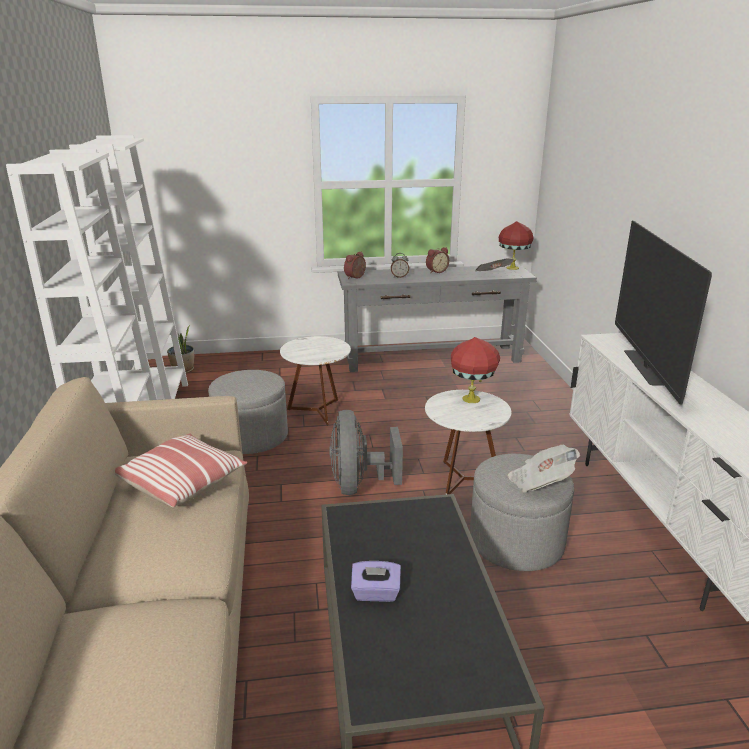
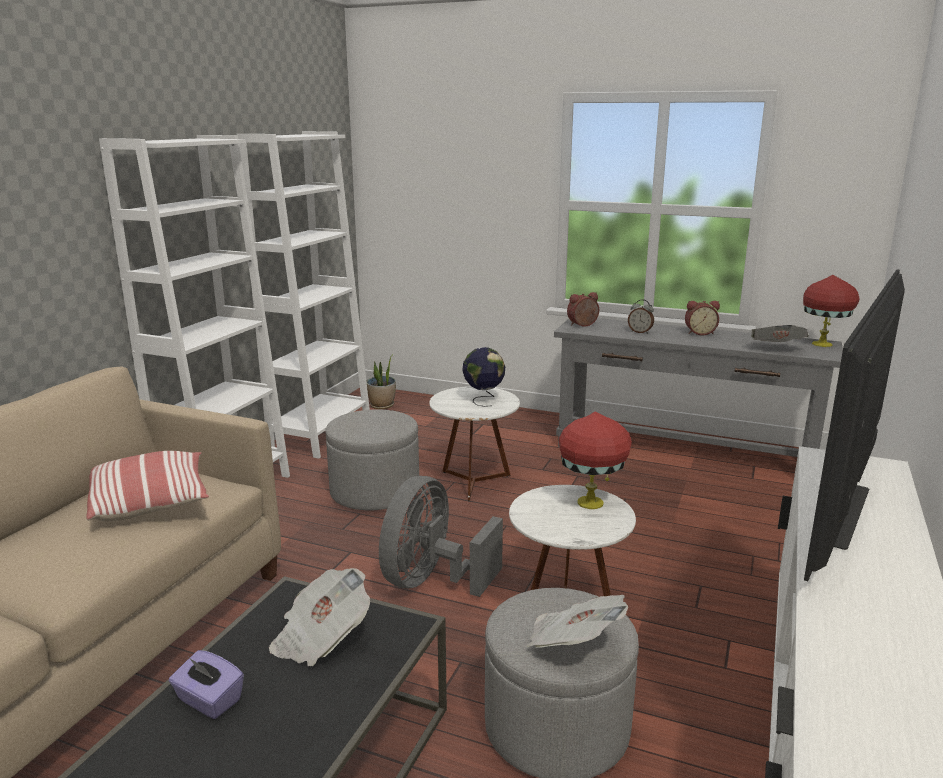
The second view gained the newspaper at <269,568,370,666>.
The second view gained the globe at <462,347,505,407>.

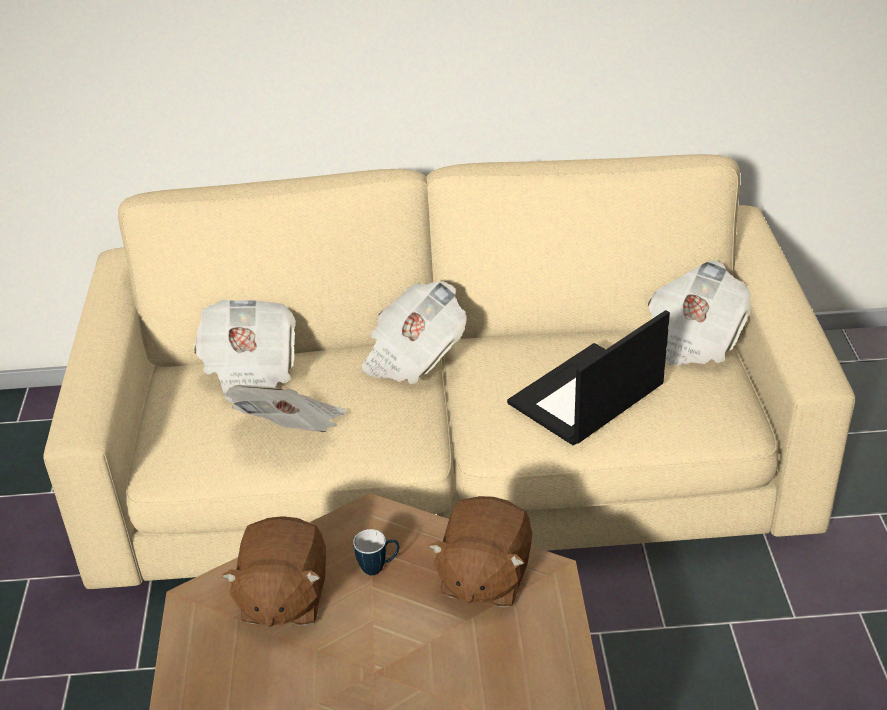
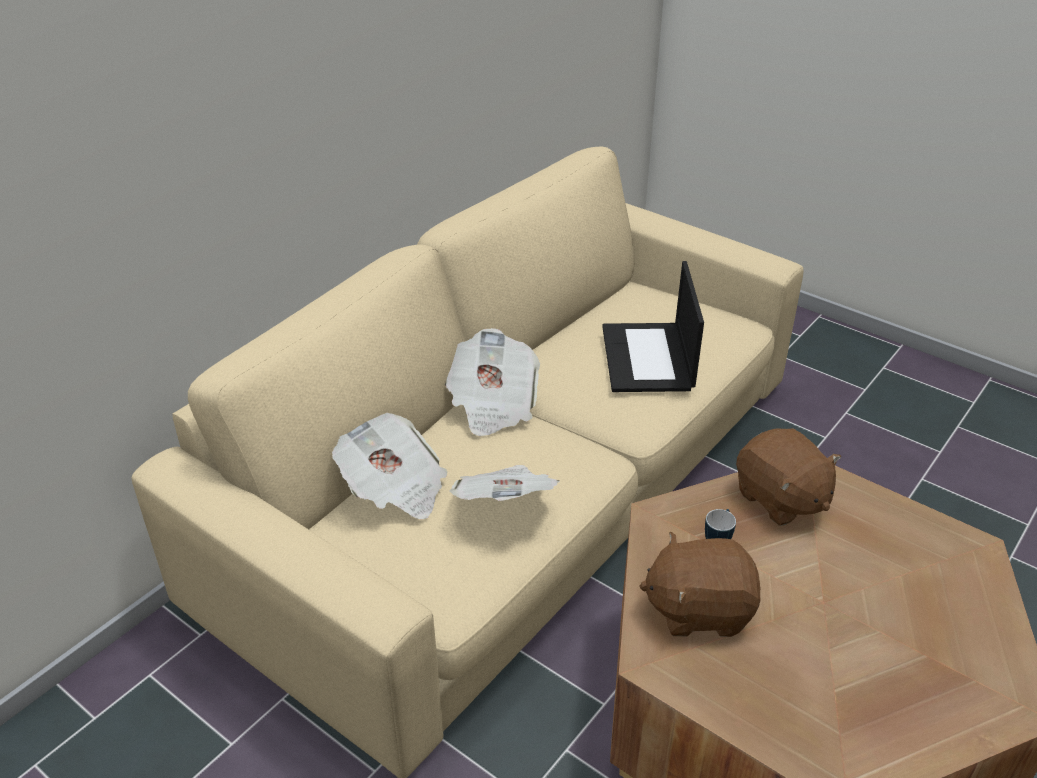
The second view lost the newspaper at <648,260,751,365>.
The plush toy in brown at <221,516,326,627> ended up facing another way, 135 degrees clockwise from before.

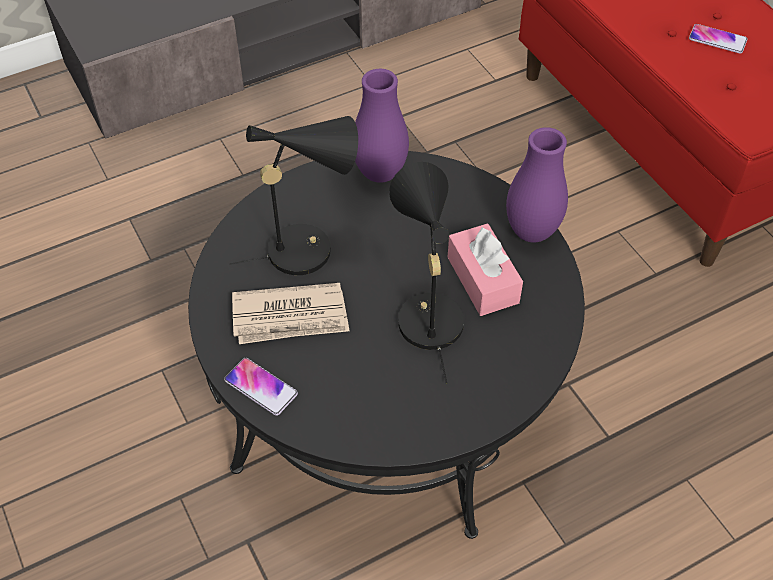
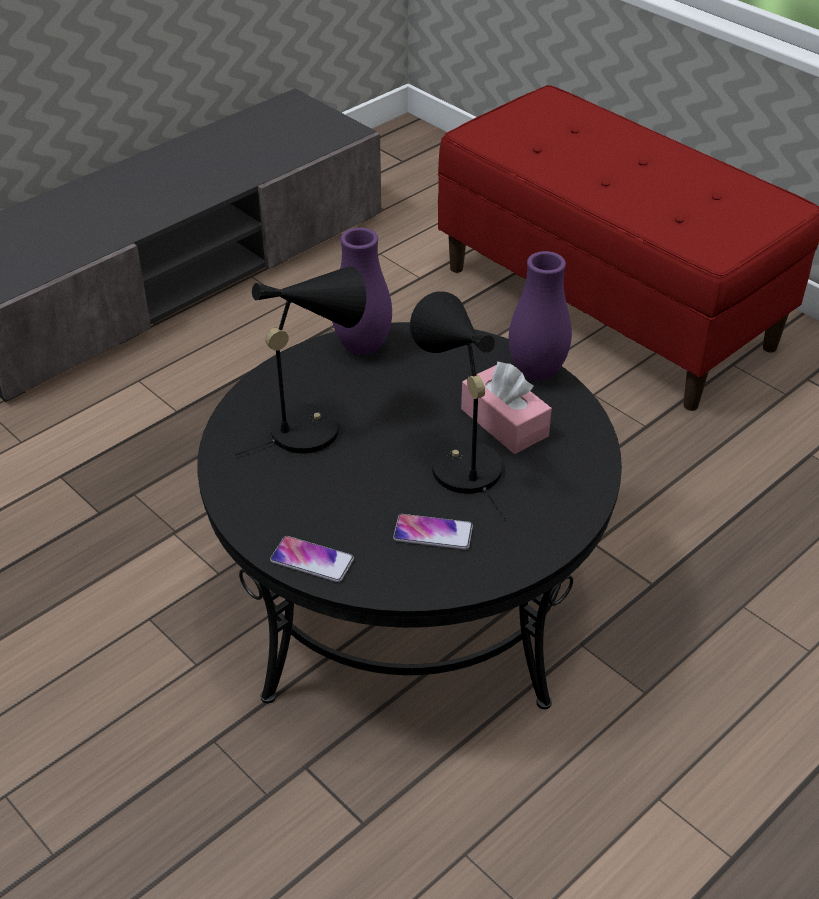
The second view lost the newspaper at <232,283,349,344>.
The phone ended up elsewhere, having gone from <689,24,748,54> to <393,514,473,550>.

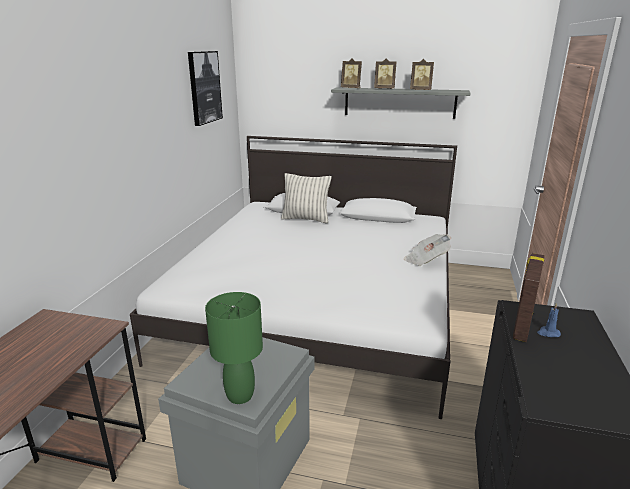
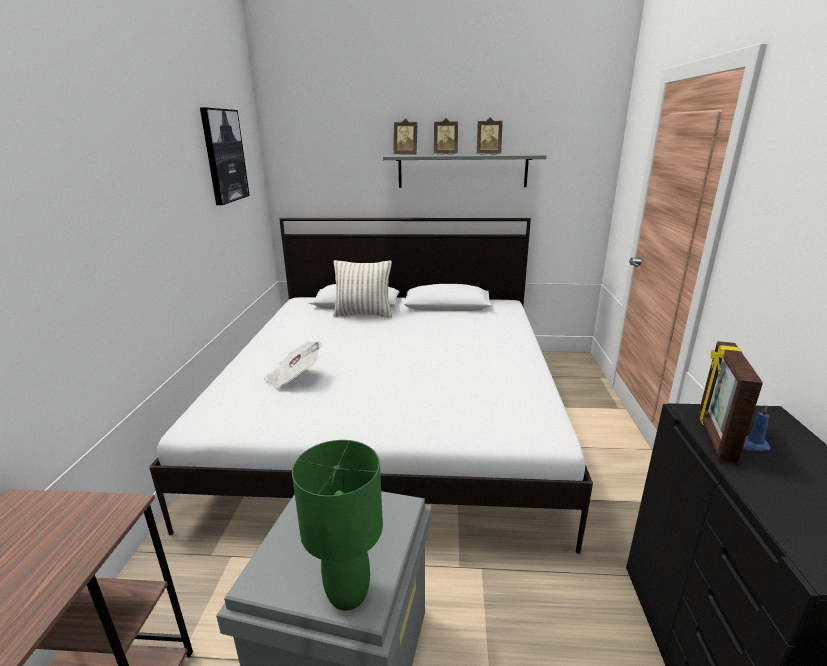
The newspaper ended up elsewhere, having gone from <404,234,451,266> to <264,341,322,388>.

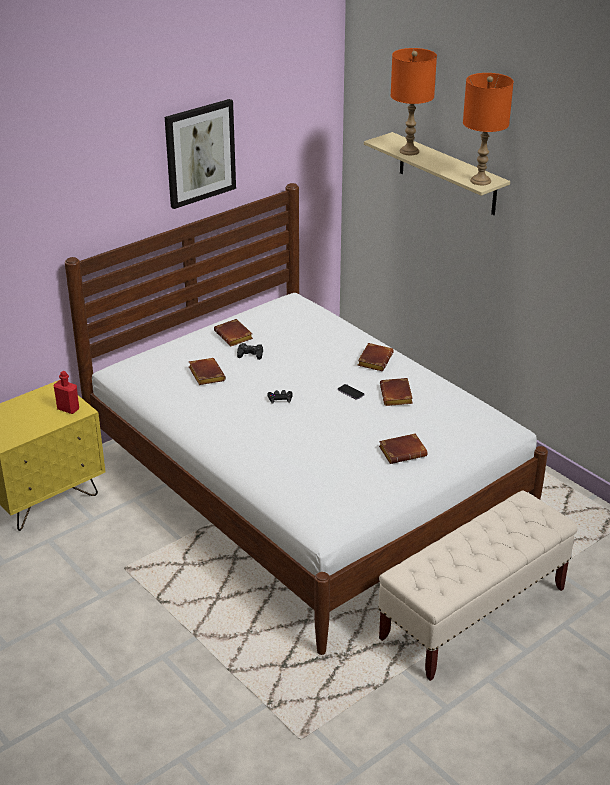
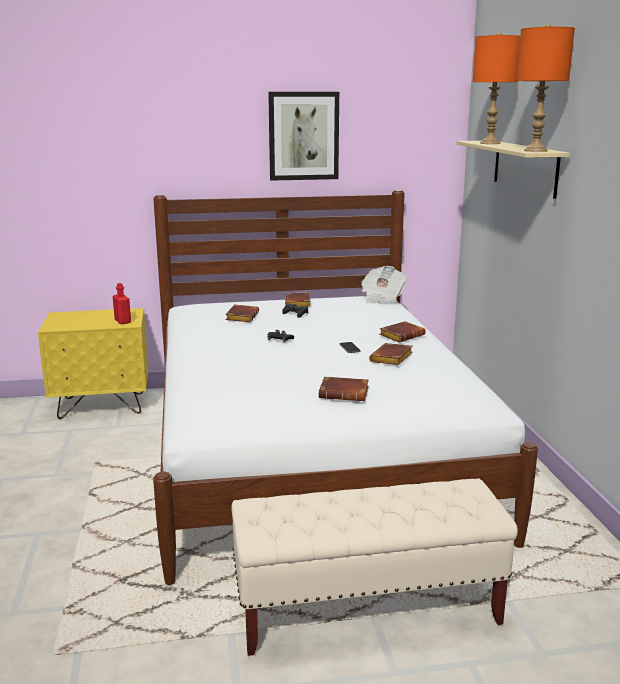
The second view gained the newspaper at <361,266,408,304>.

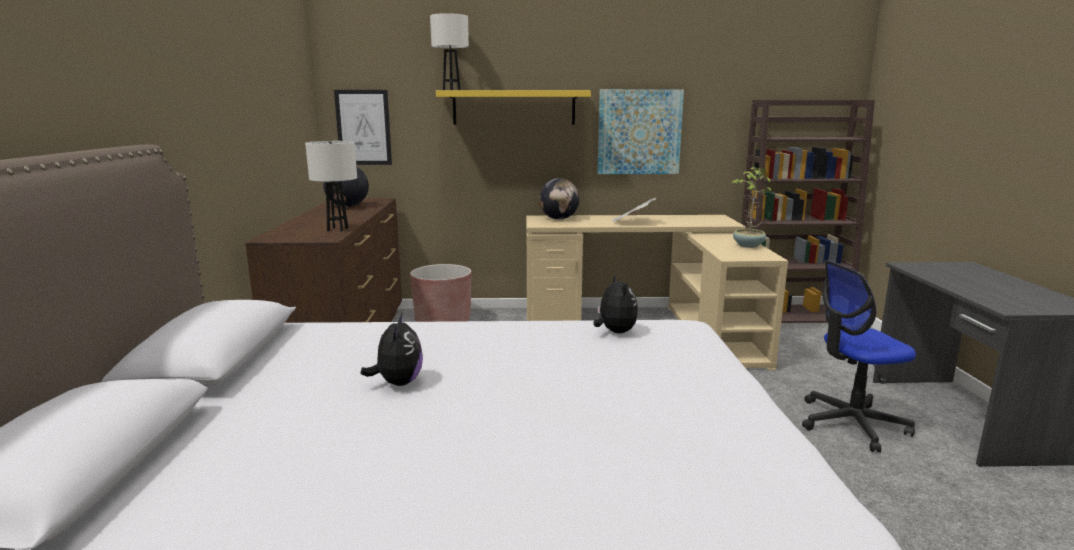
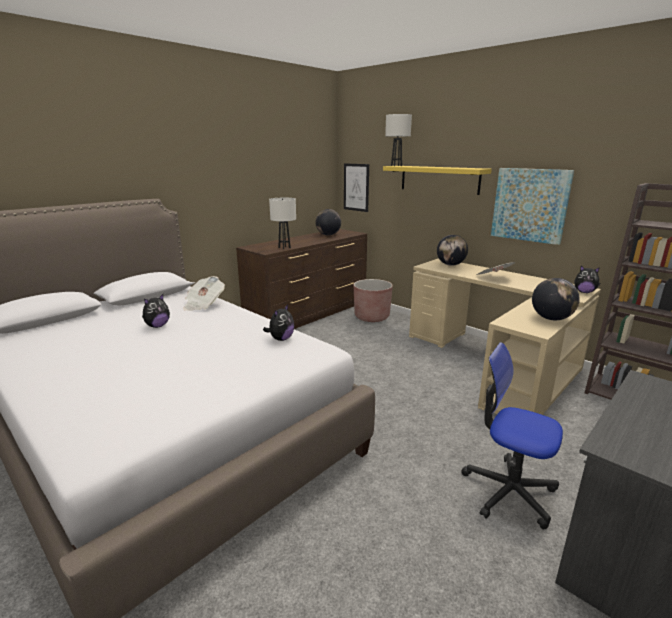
The second view gained the newspaper at <183,276,225,311>.
The second view gained the plush toy at <574,266,600,293>.
Where the potted plant stood at <731,167,771,248>, the globe came to stand at <532,278,580,320>.

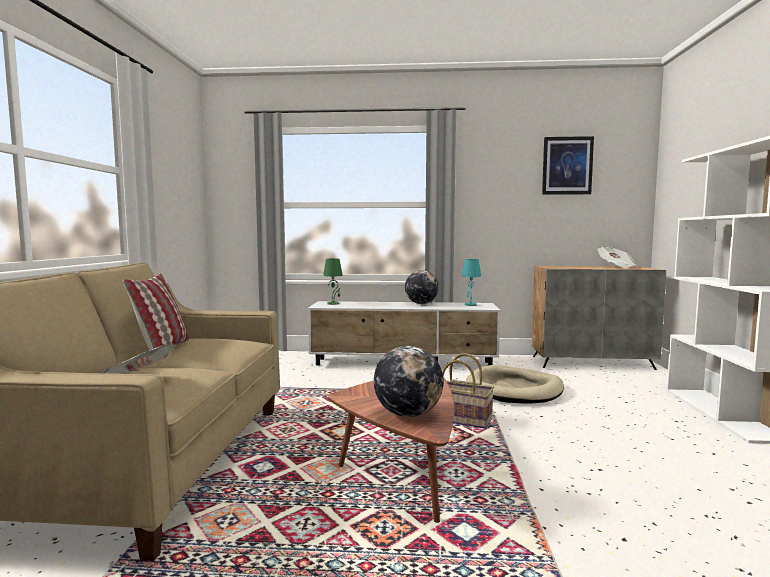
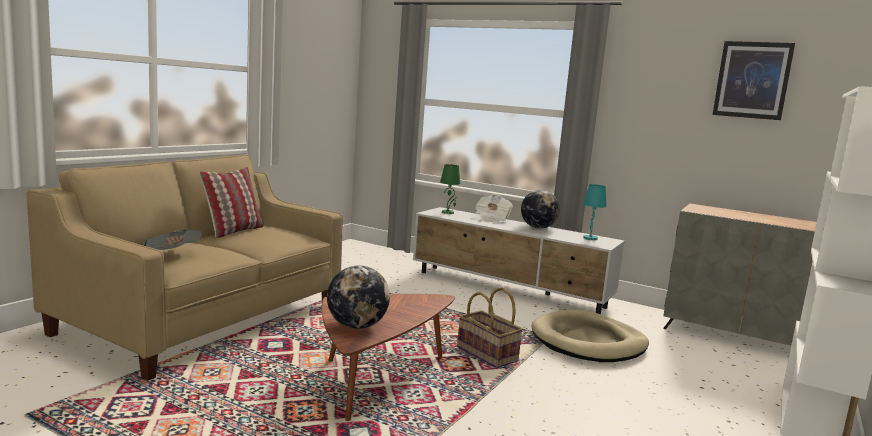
The newspaper ended up elsewhere, having gone from <597,246,636,268> to <475,194,513,223>.

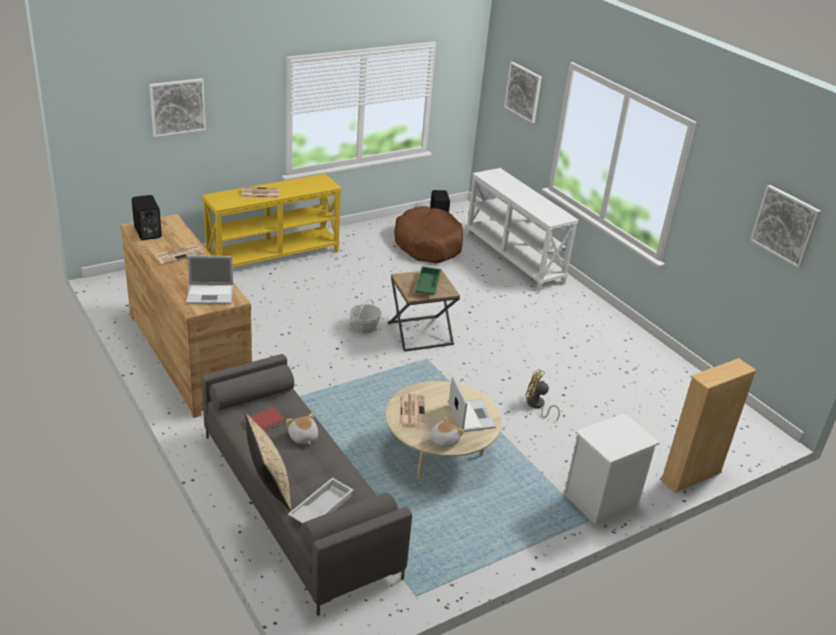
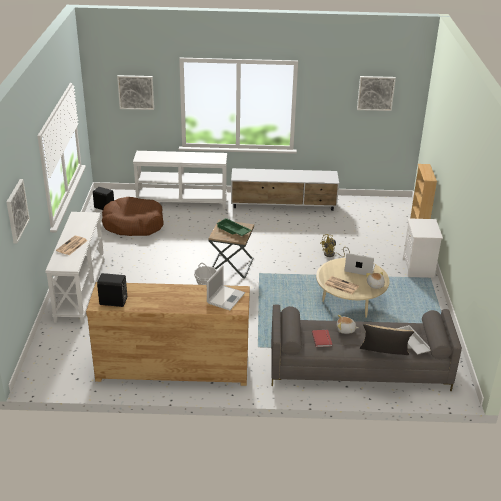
The second view lost the newspaper at <154,244,204,265>.
The second view gained the tv stand in white at <231,168,339,211>.
What was the console table in yellow at <202,174,342,267> turned into the console table in white at <45,212,104,324>.

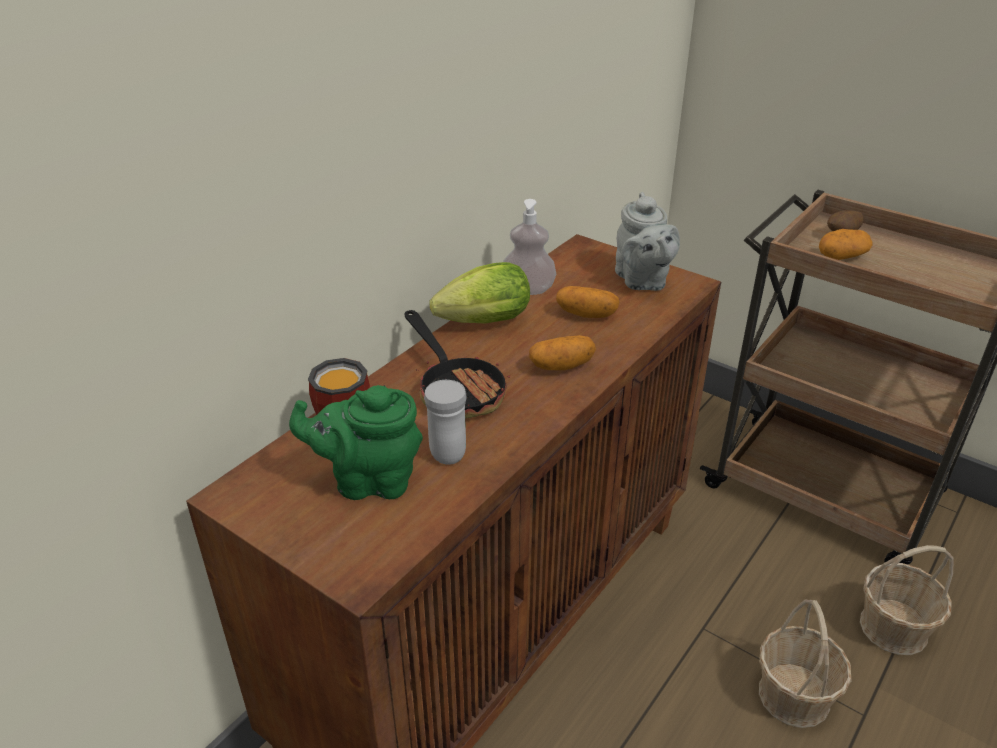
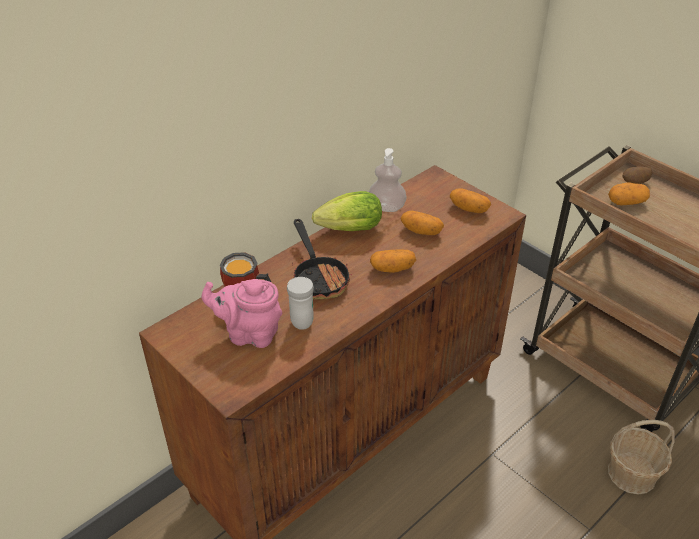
The second view lost the basket at <759,599,852,728>.
Where the teapot in grey stood at <615,192,680,291>, the potato came to stand at <450,188,491,213>.
What was the teapot in green at <289,385,423,500> turned into the teapot in pink at <201,279,282,348>.

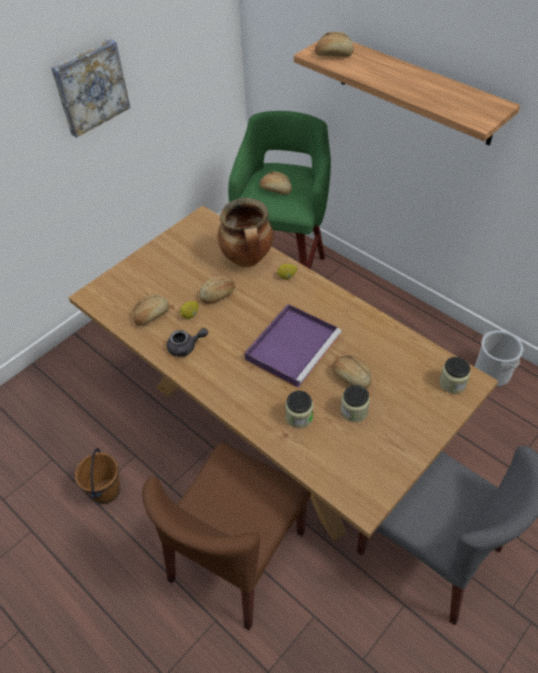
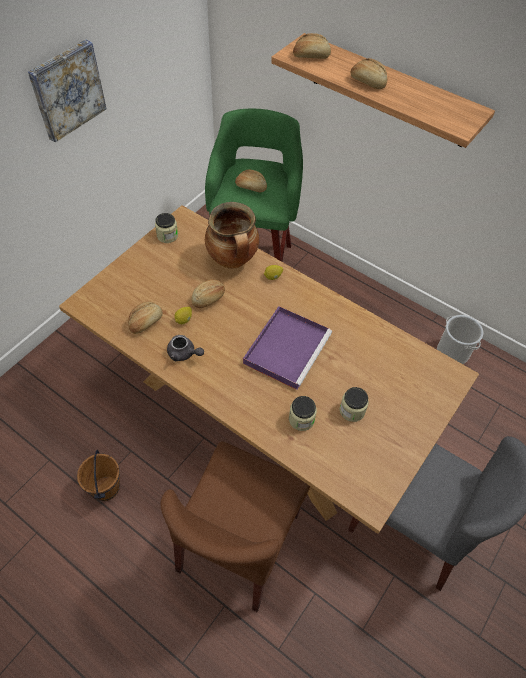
The bread ended up elsewhere, having gone from <332,355,372,389> to <350,58,387,89>.
The jar ended up elsewhere, having gone from <439,357,471,394> to <155,213,178,243>.
The teapot in grey at <167,328,208,357> ended up facing another way, 45 degrees clockwise from before.

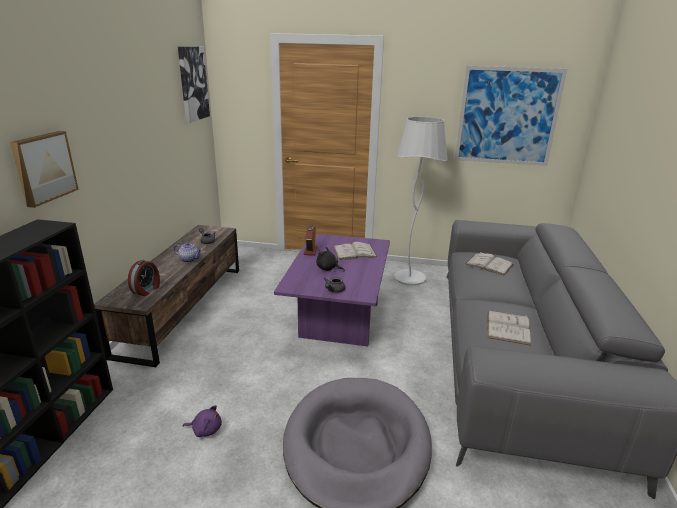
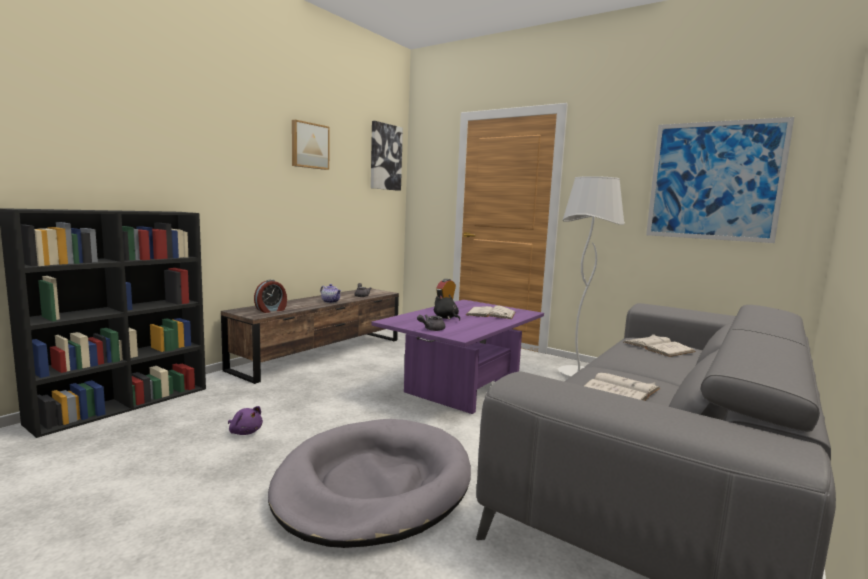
The picture ended up elsewhere, having gone from <10,131,79,208> to <292,120,330,170>.

